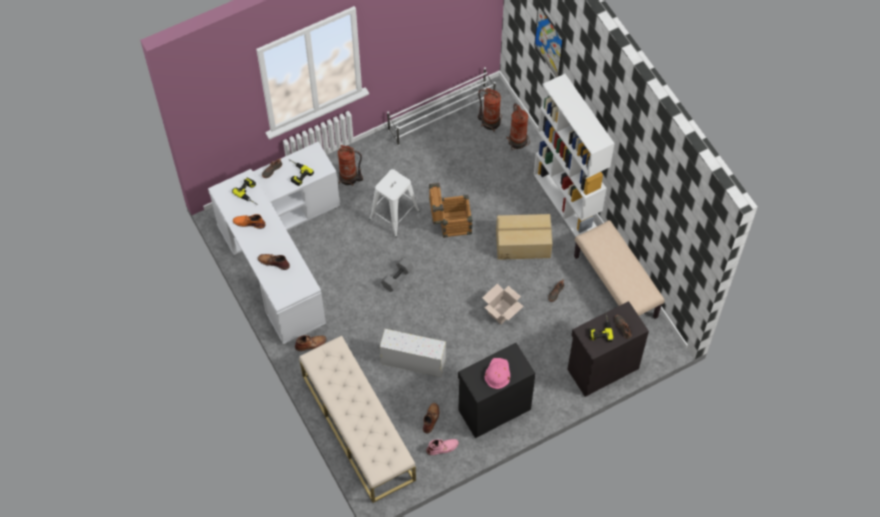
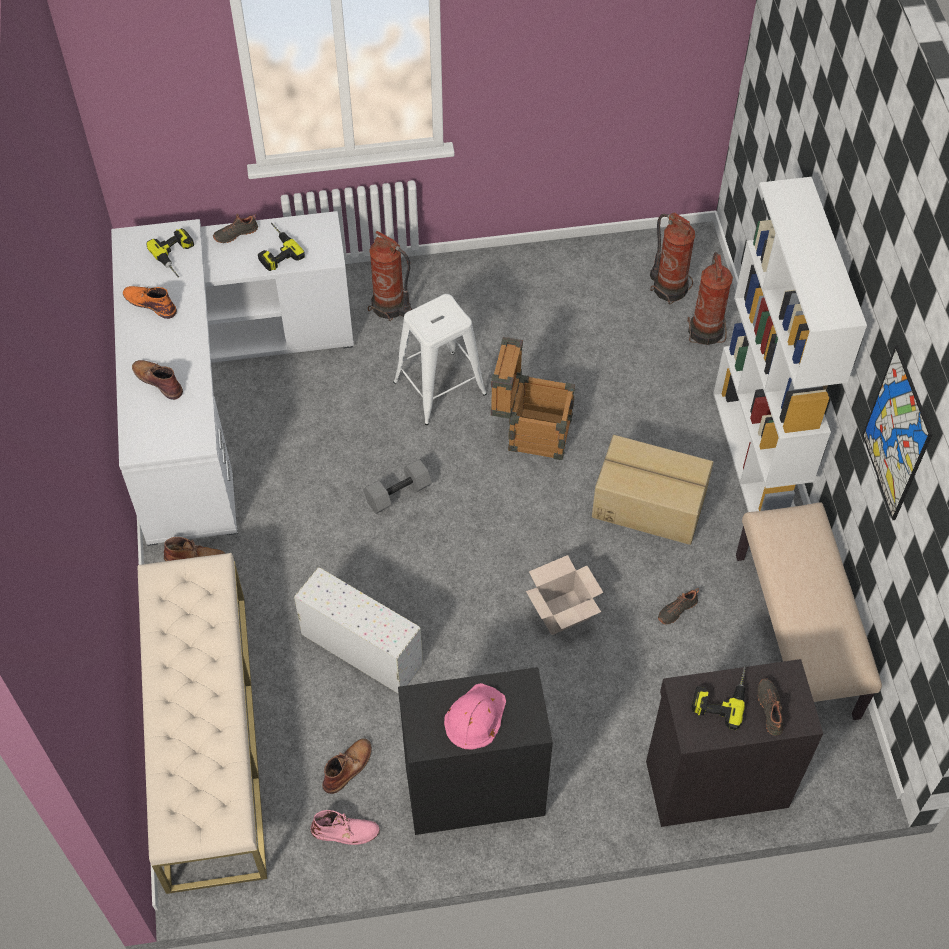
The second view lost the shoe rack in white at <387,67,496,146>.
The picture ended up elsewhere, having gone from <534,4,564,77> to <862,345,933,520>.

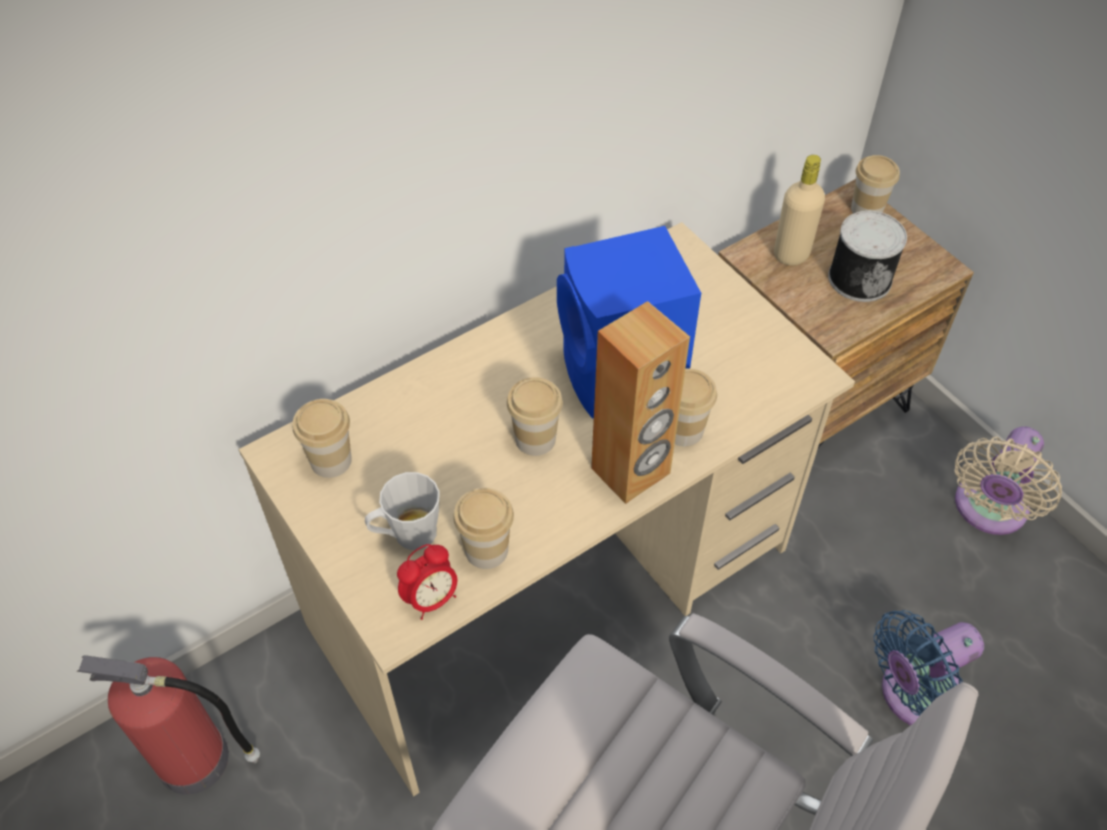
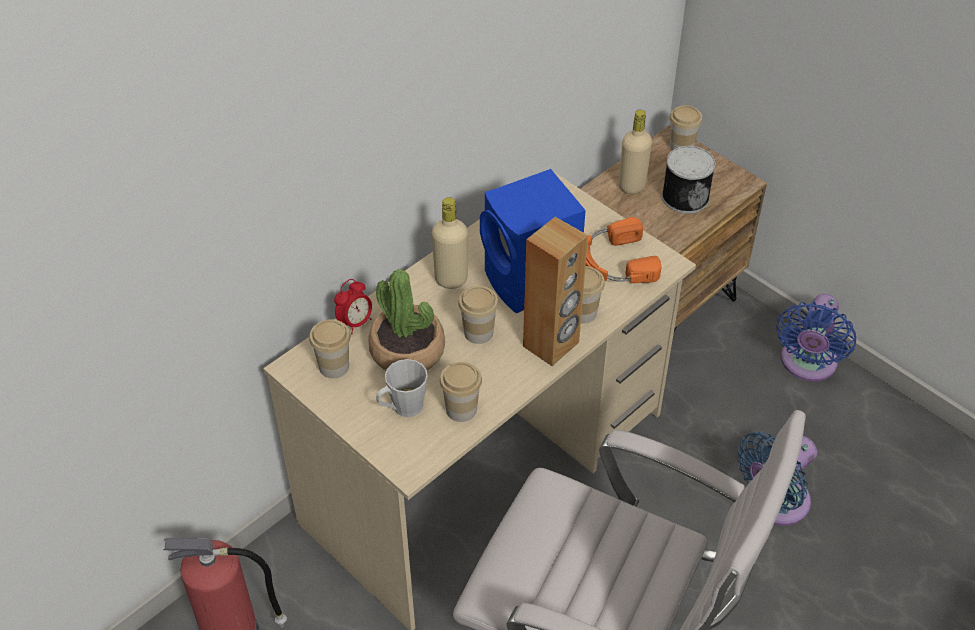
The second view gained the potted plant at <368,269,445,370>.
The second view gained the bottle in beige at <432,197,468,289>.
The second view gained the headphones in orange at <586,217,662,283>.
The alarm clock ended up elsewhere, having gone from <397,544,458,620> to <334,279,372,334>.
What was the fan in beige at <954,426,1062,535> turned into the fan in blue at <777,294,856,381>.

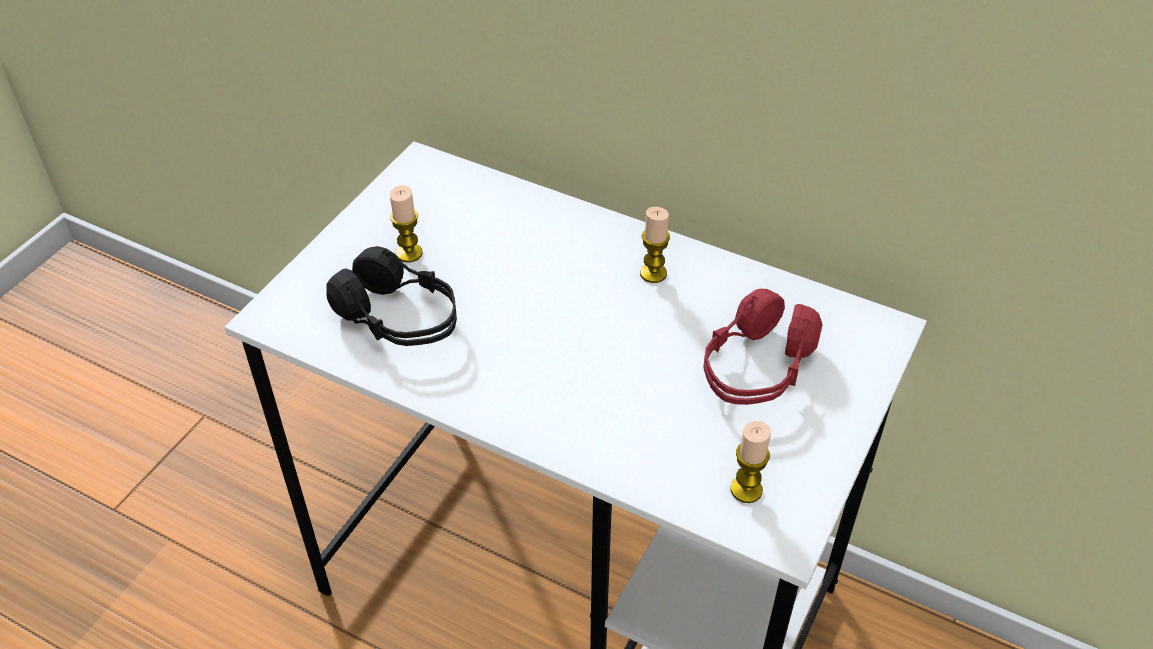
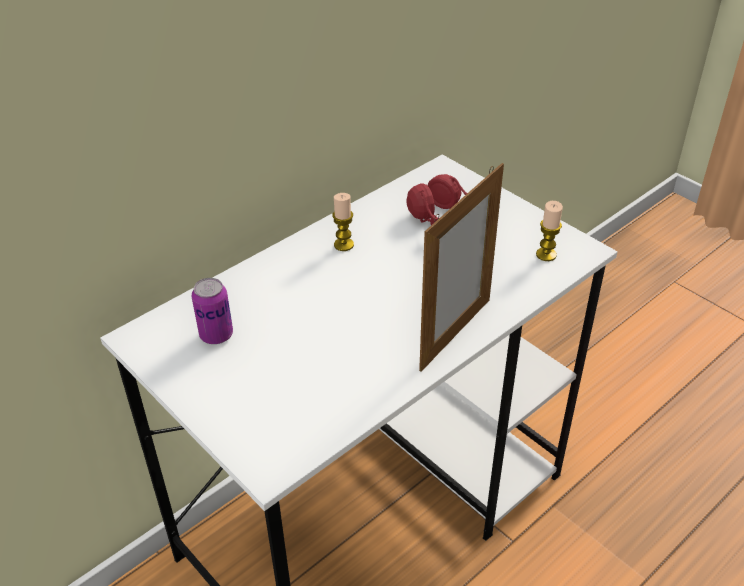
The second view lost the headphones in black at <326,246,457,346>.
The second view lost the candle at <390,185,423,263>.
The second view gained the can at <192,278,233,344>.
The second view gained the picture frame at <419,163,504,372>.

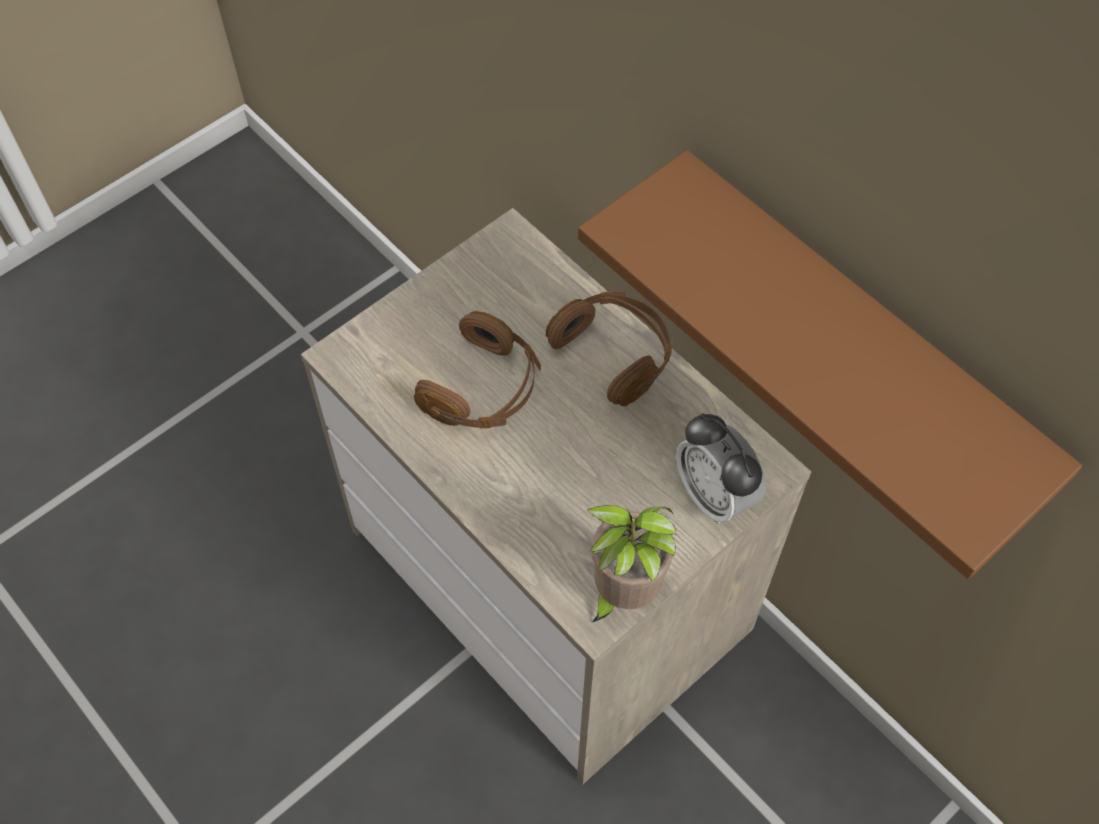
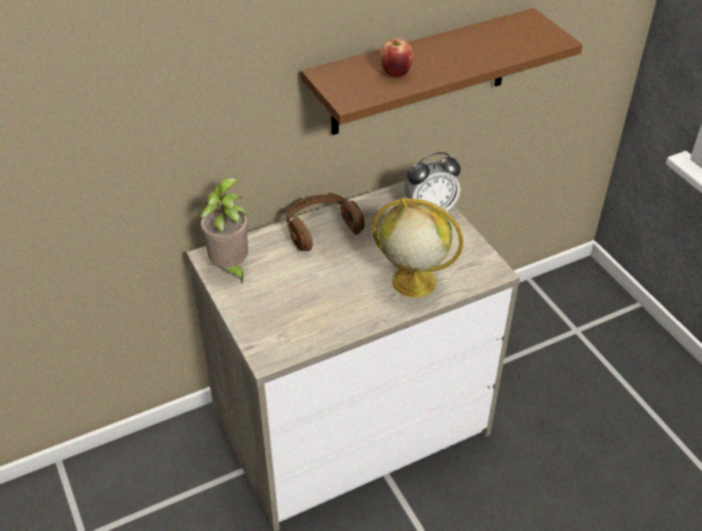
The second view lost the headphones in brown at <414,311,541,428>.
The second view gained the globe at <372,198,463,298>.
The second view gained the apple at <380,39,413,77>.
The potted plant ended up elsewhere, having gone from <587,505,677,622> to <200,178,249,283>.

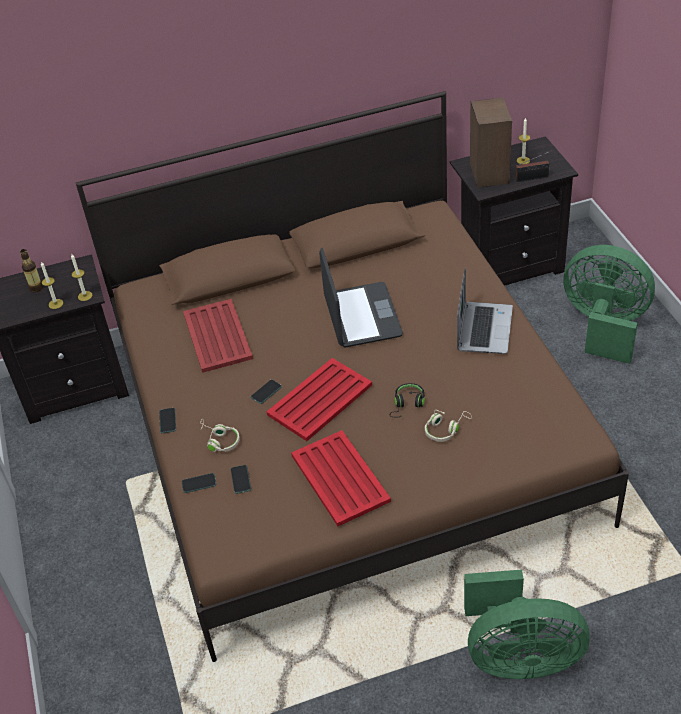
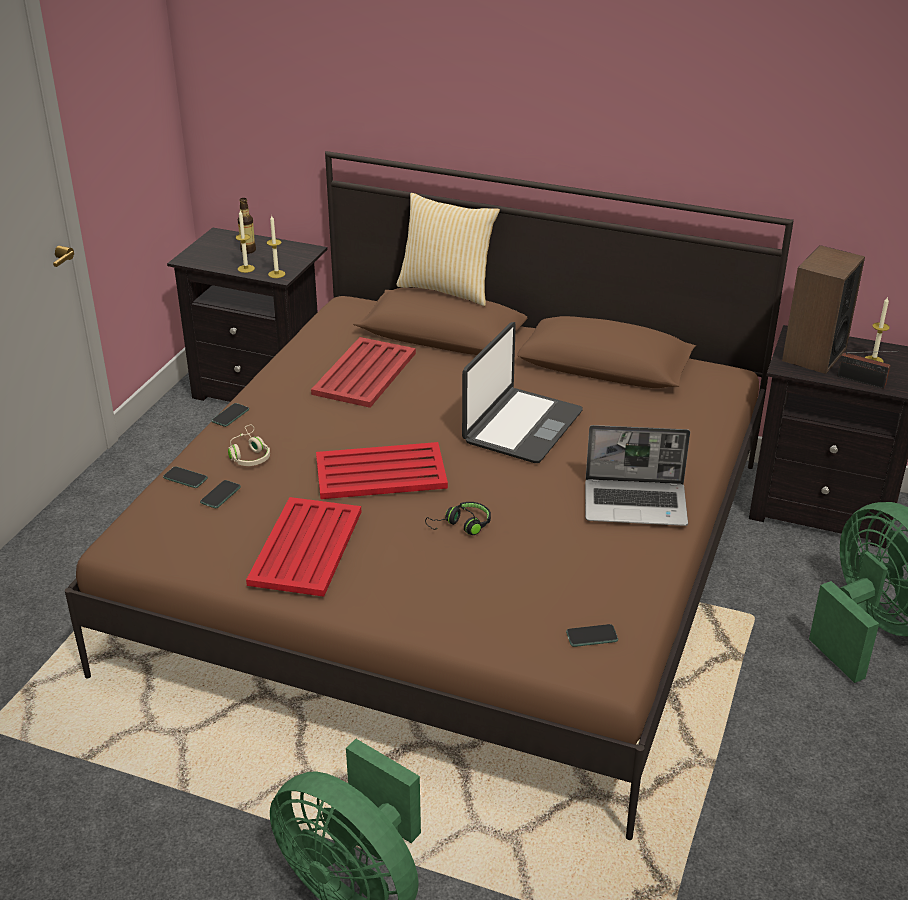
The second view lost the headphones in beige at <425,410,472,442>.
The second view gained the pillow at <397,193,500,306>.
The phone ended up elsewhere, having gone from <251,380,282,404> to <566,624,618,647>.
The laptop at <457,268,513,354> ended up facing another way, 45 degrees clockwise from before.

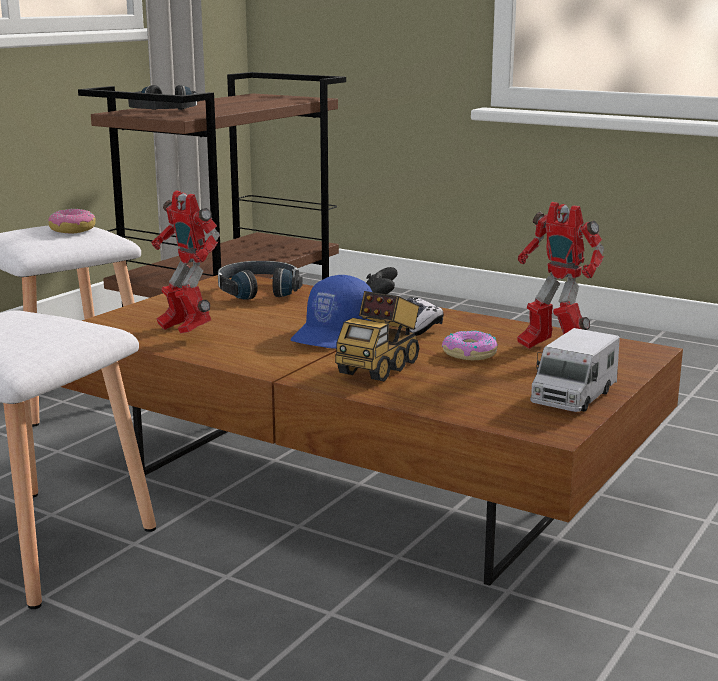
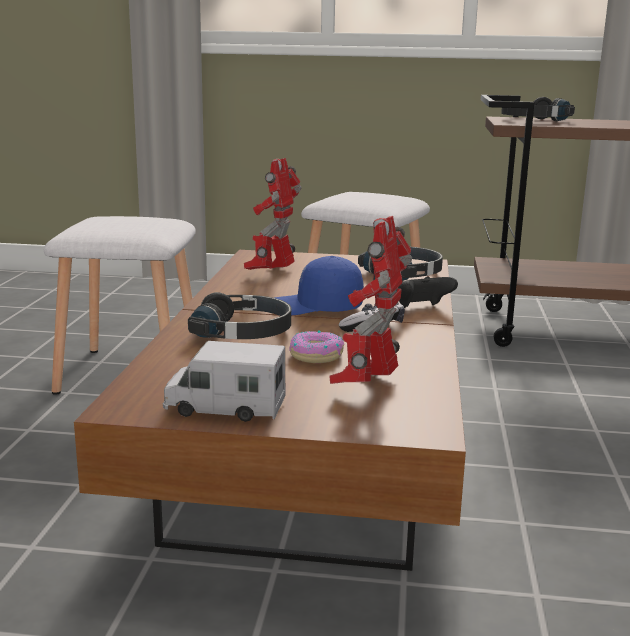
The second view lost the donut at <48,209,95,233>.
Where the toy truck stood at <335,291,420,382>, the headphones in black came to stand at <188,292,291,339>.

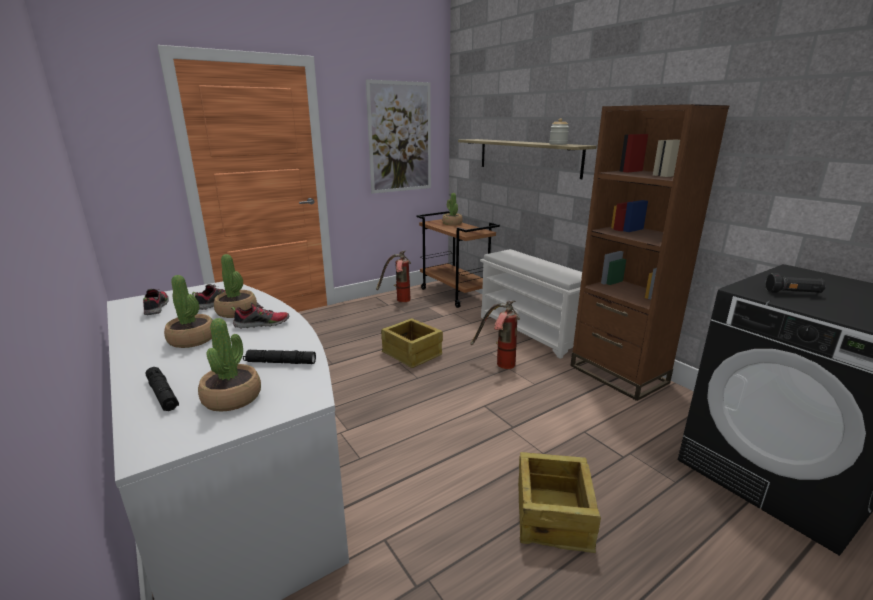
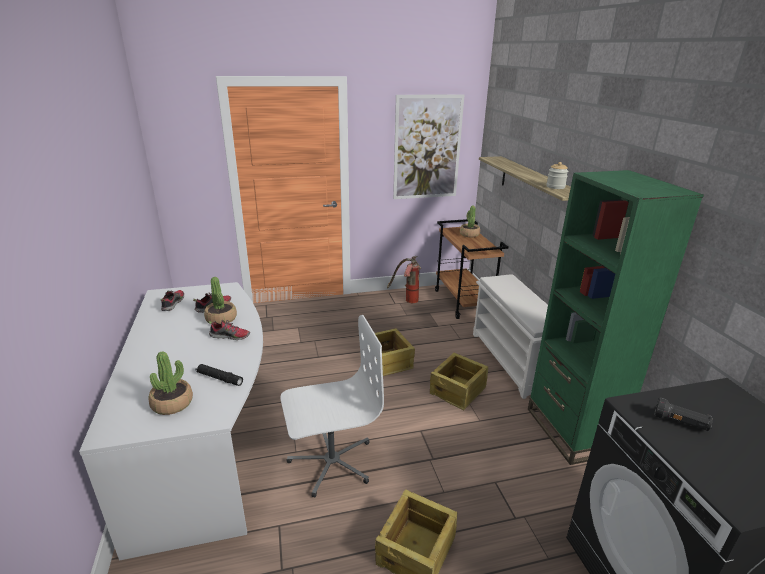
The second view lost the flashlight in black at <146,367,179,411>.
The second view lost the potted plant at <164,275,213,348>.
The second view gained the office chair in white at <280,315,384,498>.
Where the fire extinguisher stood at <471,300,520,369>, the crate came to stand at <430,353,488,411>.
What was the bookcase in brown at <570,104,730,401> turned into the bookcase in green at <528,170,704,465>.

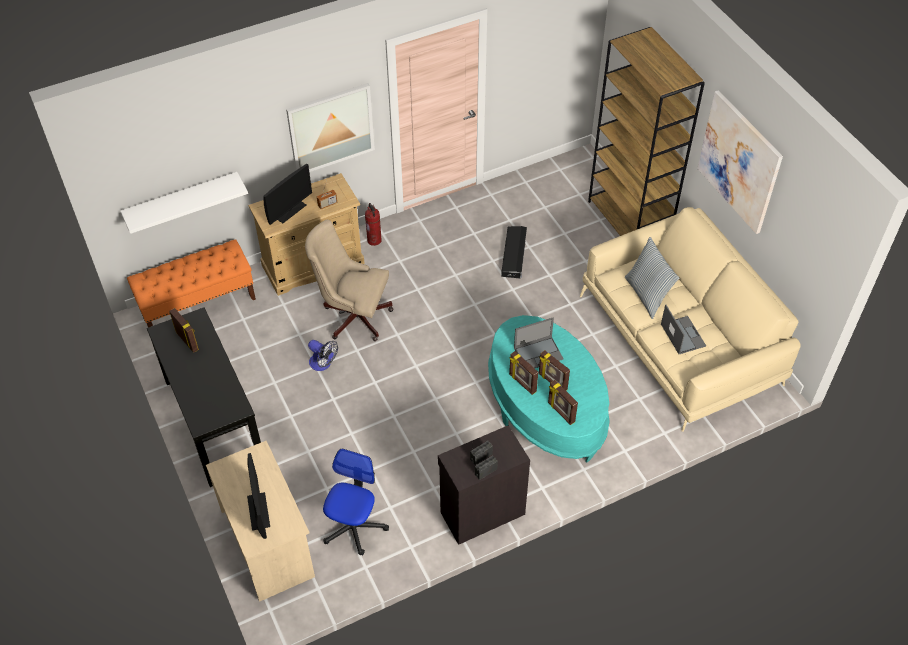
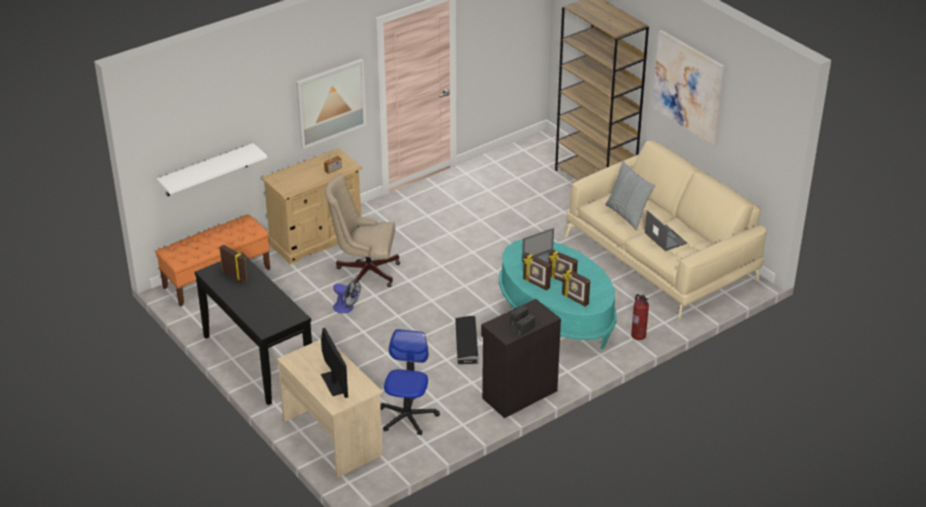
The second view lost the monitor at <264,164,312,225>.
The fire extinguisher ended up elsewhere, having gone from <365,203,382,246> to <631,294,649,340>.
The storage box in black ended up elsewhere, having gone from <501,226,527,279> to <455,316,478,364>.

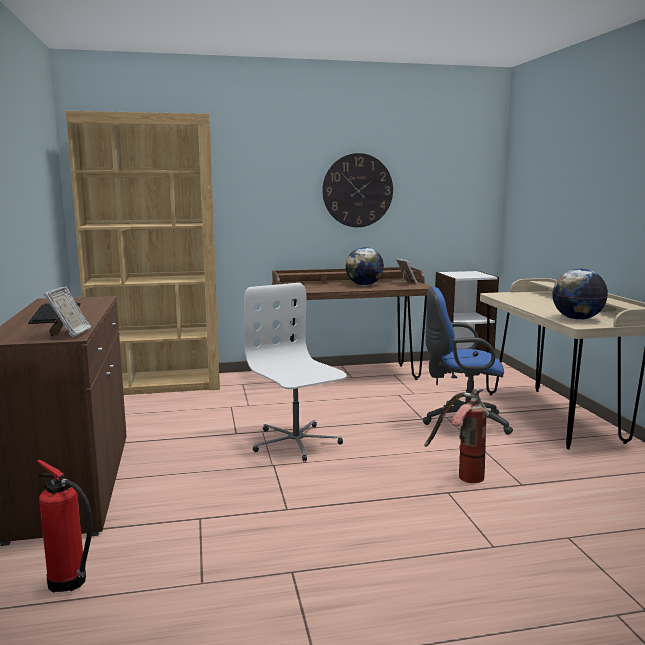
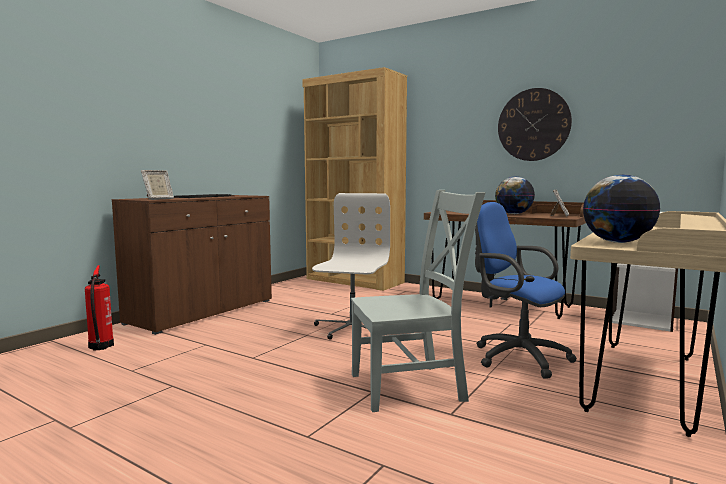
Where the fire extinguisher stood at <425,389,489,483>, the chair in grey came to stand at <351,190,486,412>.

